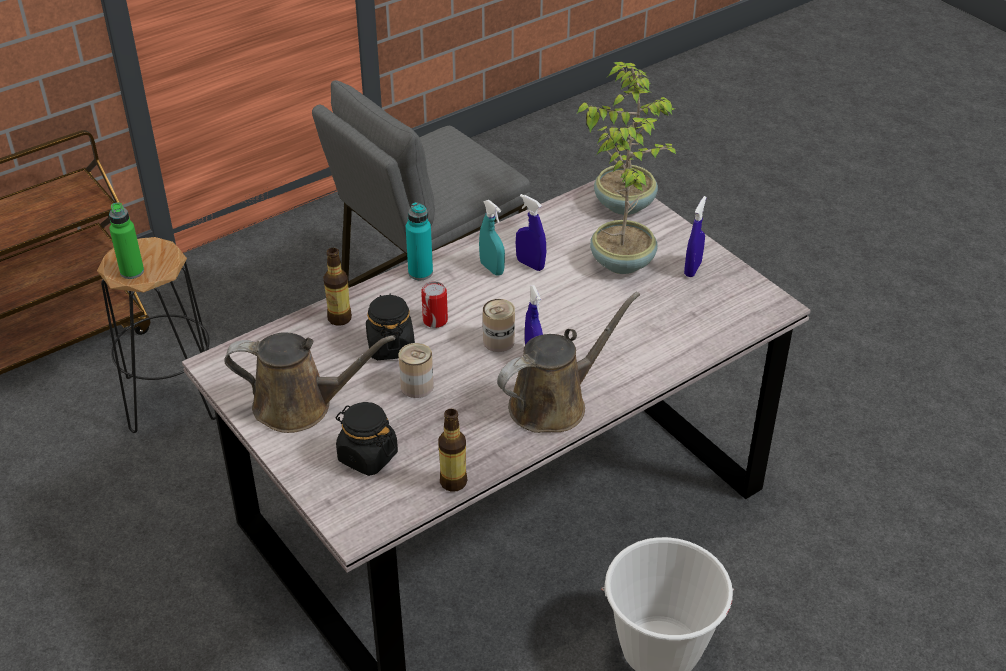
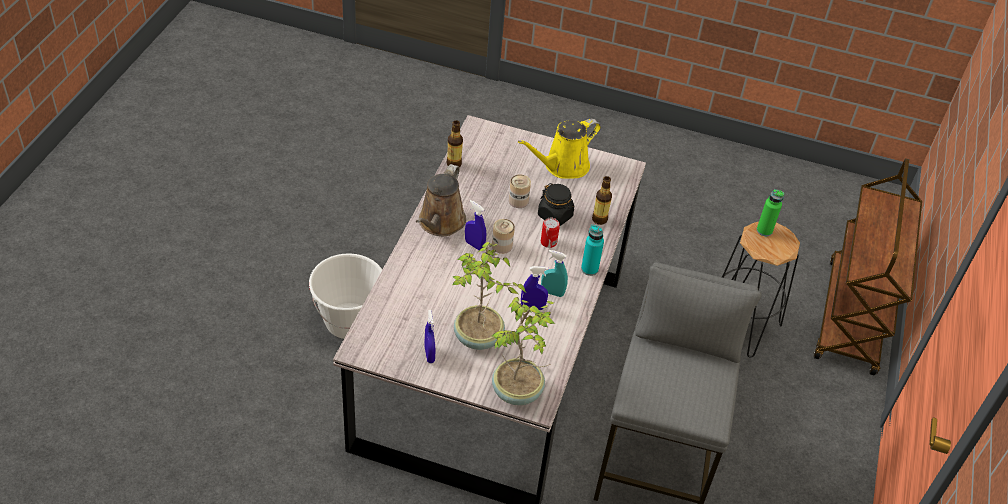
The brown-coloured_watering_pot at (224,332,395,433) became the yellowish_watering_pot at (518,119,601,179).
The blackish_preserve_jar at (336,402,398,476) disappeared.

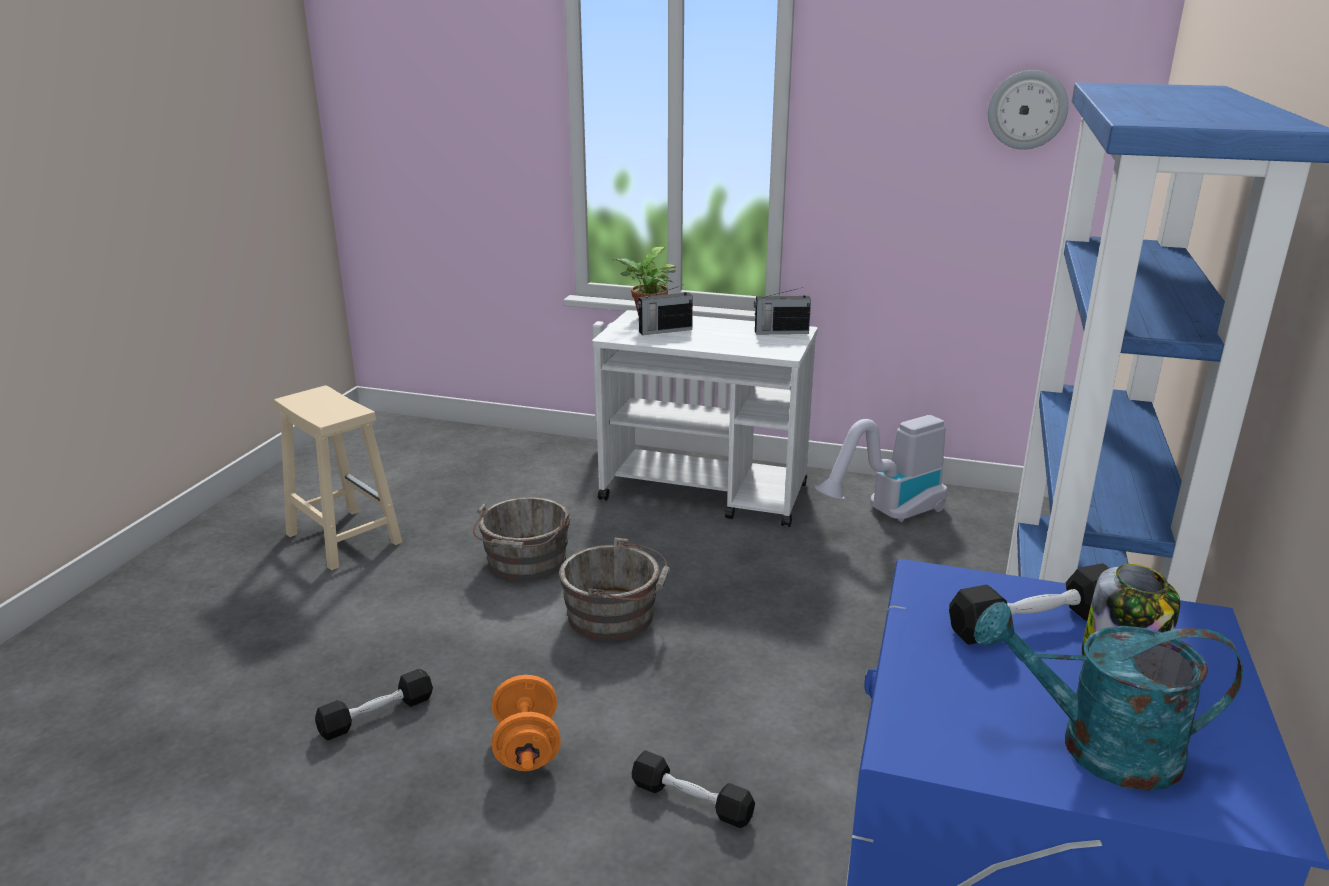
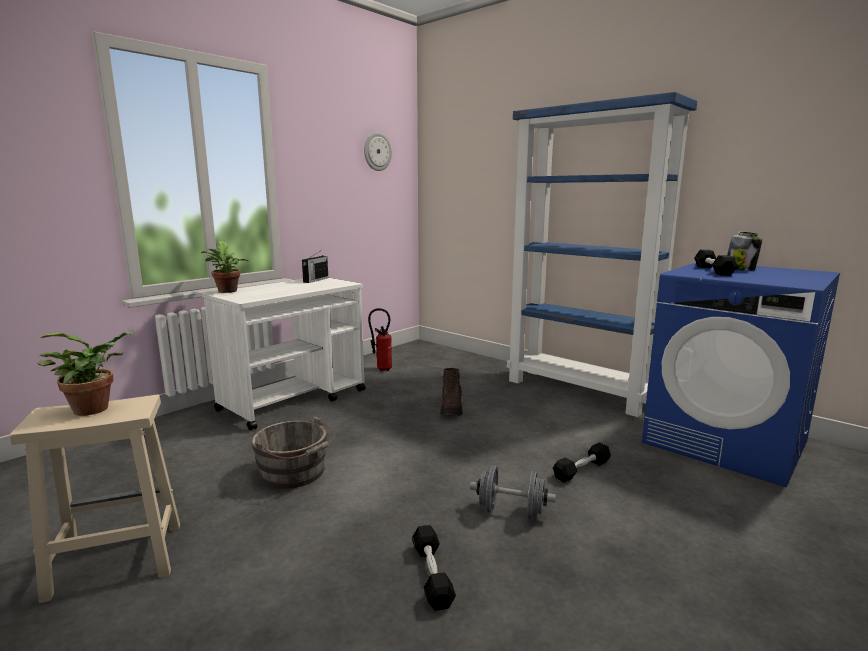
The orangey_hand_weight at (492,675,561,771) became the grey_hand_weight at (470,465,556,520).
The grey_bucket at (559,537,670,641) disappeared.
The radio at (637,284,693,335) disappeared.
The vacuum at (815,415,947,522) was replaced by the fire-fighting_cylinder at (368,308,392,371).
The turquoise_watering_pot at (974,602,1243,791) disappeared.
The houseplant at (37,331,133,416) appeared.
The brown-coloured_high-top_boot at (440,368,464,416) appeared.

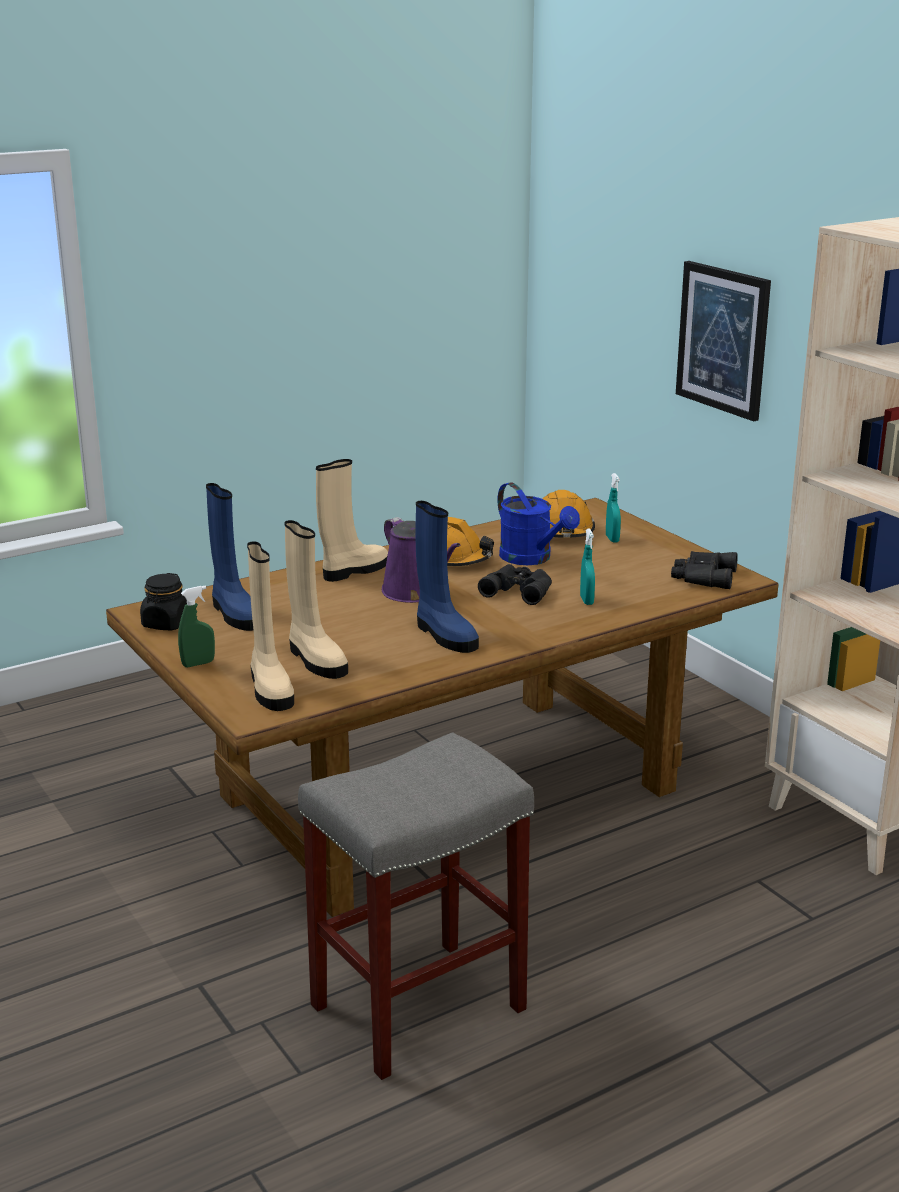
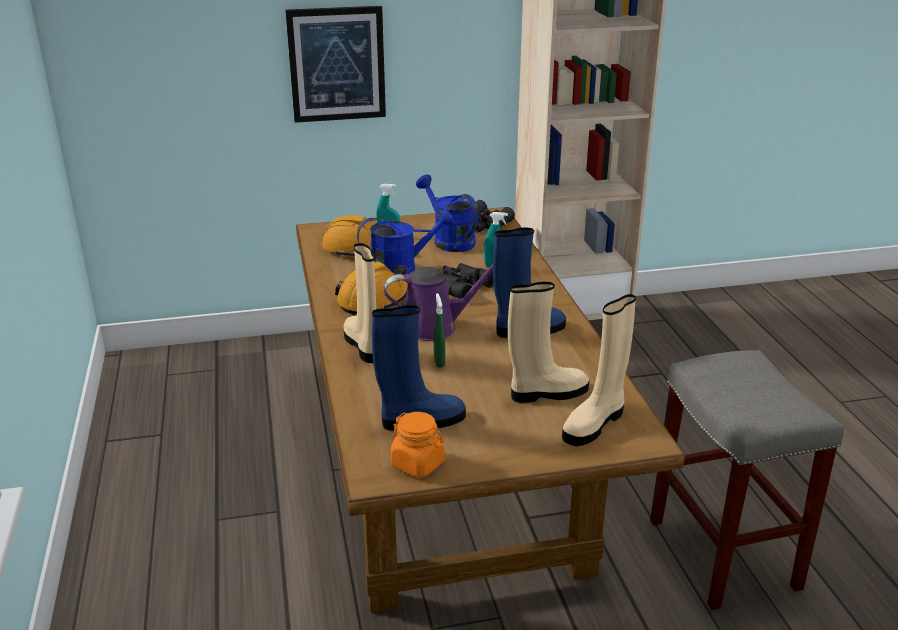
The blackish_preserve_jar at (140,573,187,630) became the orangey_preserve_jar at (391,412,445,478).
The greenish_spray_bottle moved from (178,586,215,667) to (433,293,445,368).
The beige_high-top_boot at (247,541,294,711) turned 135 degrees clockwise.
The bluish_watering_pot at (416,175,478,252) appeared.

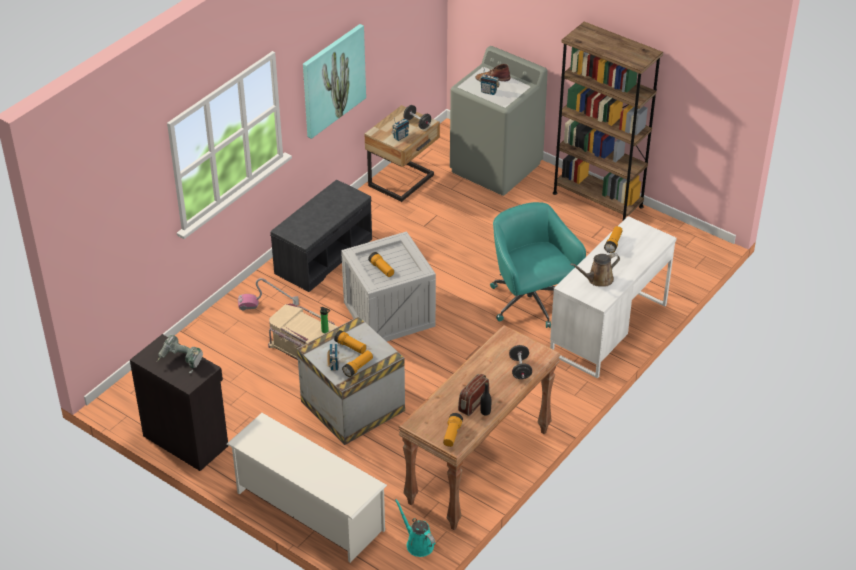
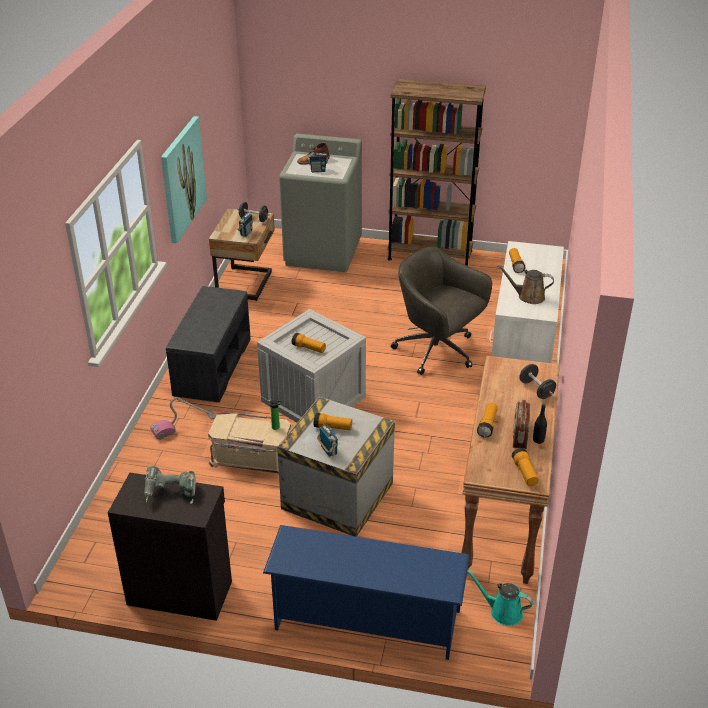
The whitish_shoe_stand at (227,413,387,563) became the bluish_shoe_stand at (263,525,470,660).
The torch moved from (342,350,373,377) to (477,403,497,438).
The turquoise_desk_chair at (490,202,586,328) became the grey_desk_chair at (391,247,492,375).
The brown-coloured_watering_pot at (570,253,620,287) turned 60 degrees clockwise.

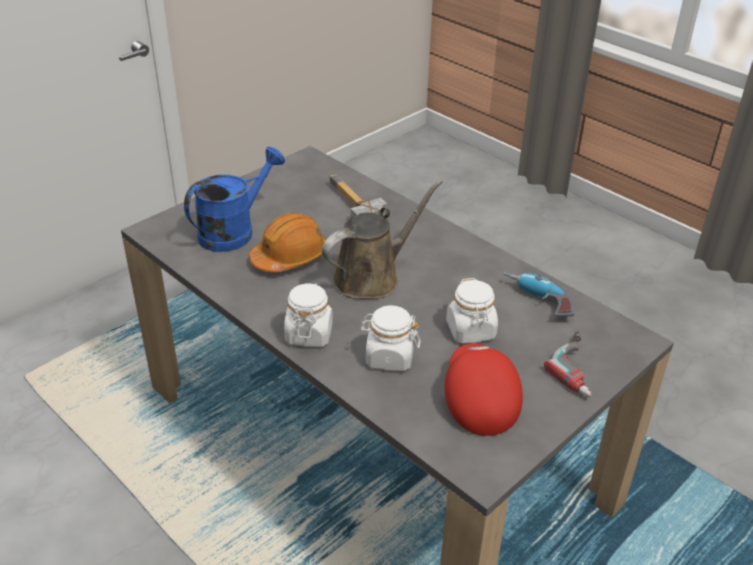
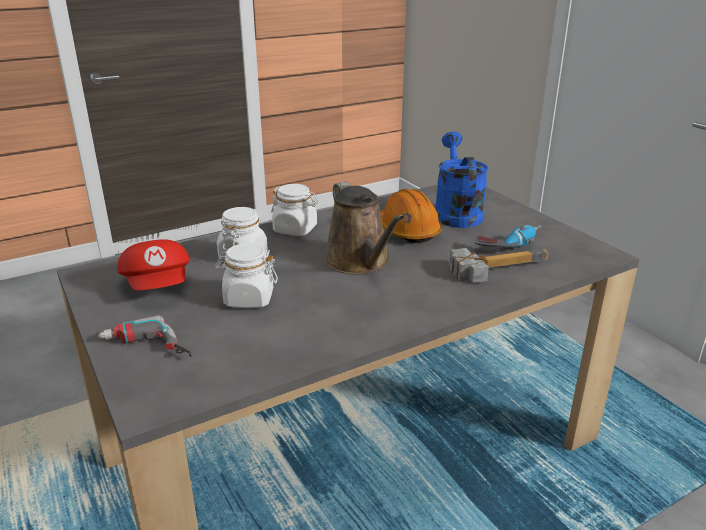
The bluish_watering_pot at (184,147,285,252) turned 150 degrees counterclockwise.
The red-coloured_peaked_cap at (445,344,523,436) turned 60 degrees clockwise.
The electric_drill moved from (503,272,575,317) to (475,225,541,248).

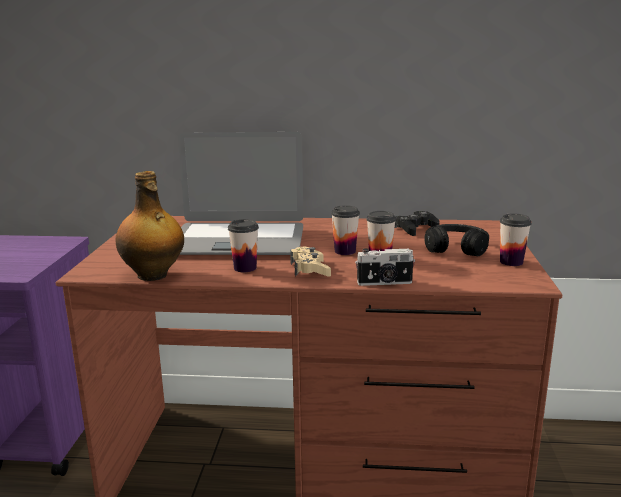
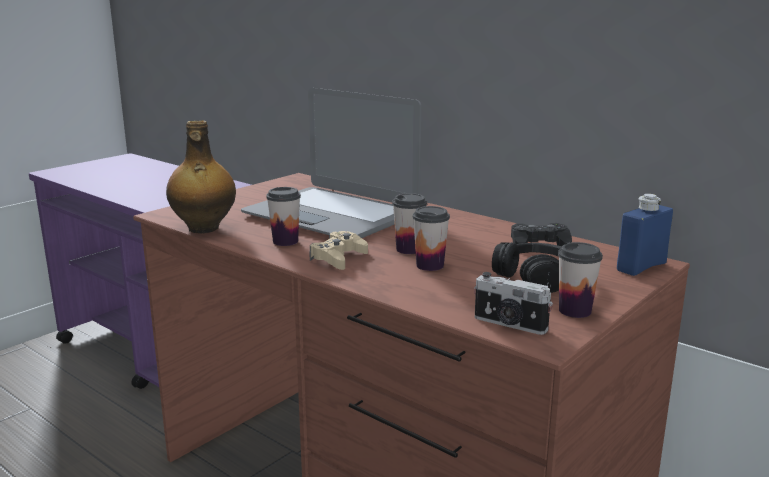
The still_camera moved from (355,249,415,286) to (474,272,553,335).
The bluish_beverage_bottle at (617,194,673,276) appeared.

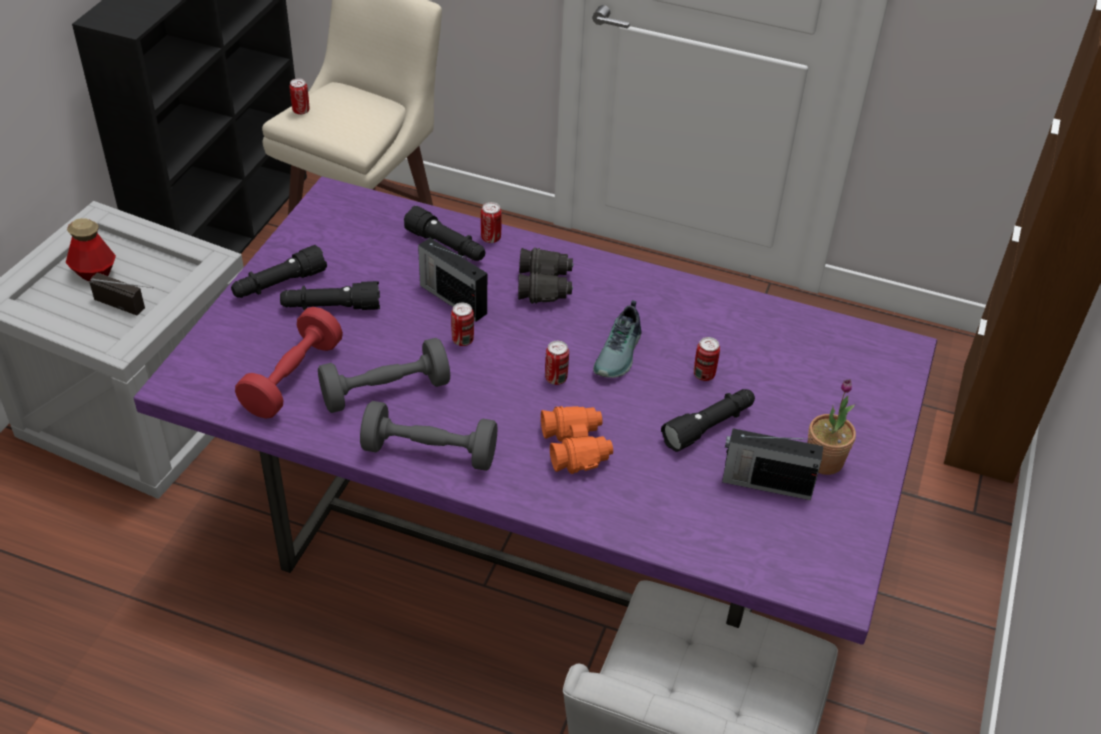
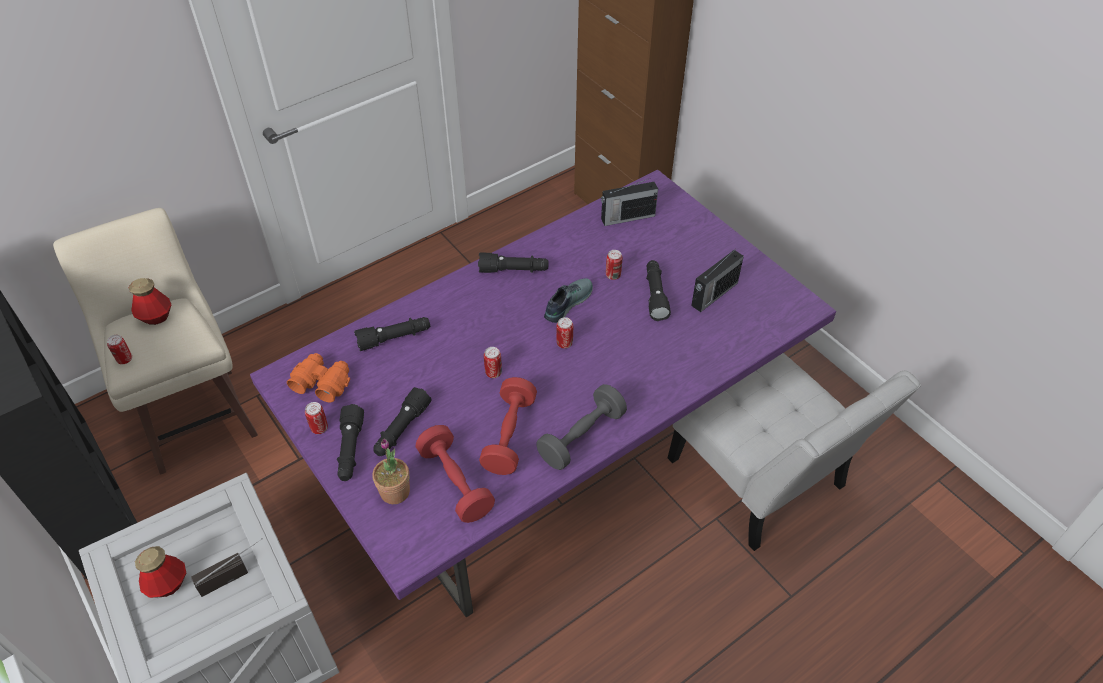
The grey_hand_weight at (318,338,450,413) became the red-coloured_hand_weight at (479,377,537,475).
The radio moved from (418,238,487,322) to (601,178,658,226).
The sealed_can moved from (481,202,502,243) to (305,402,328,434).
The blackish_binoculars at (518,247,574,304) disappeared.
The orangey_binoculars moved from (541,406,613,474) to (287,353,350,403).
The low_shoe at (593,300,641,378) turned 105 degrees counterclockwise.
The houseplant moved from (808,379,856,475) to (372,439,410,504).
The beverage_bottle at (129,278,171,325) appeared.
The blackish_torch at (478,252,549,273) appeared.

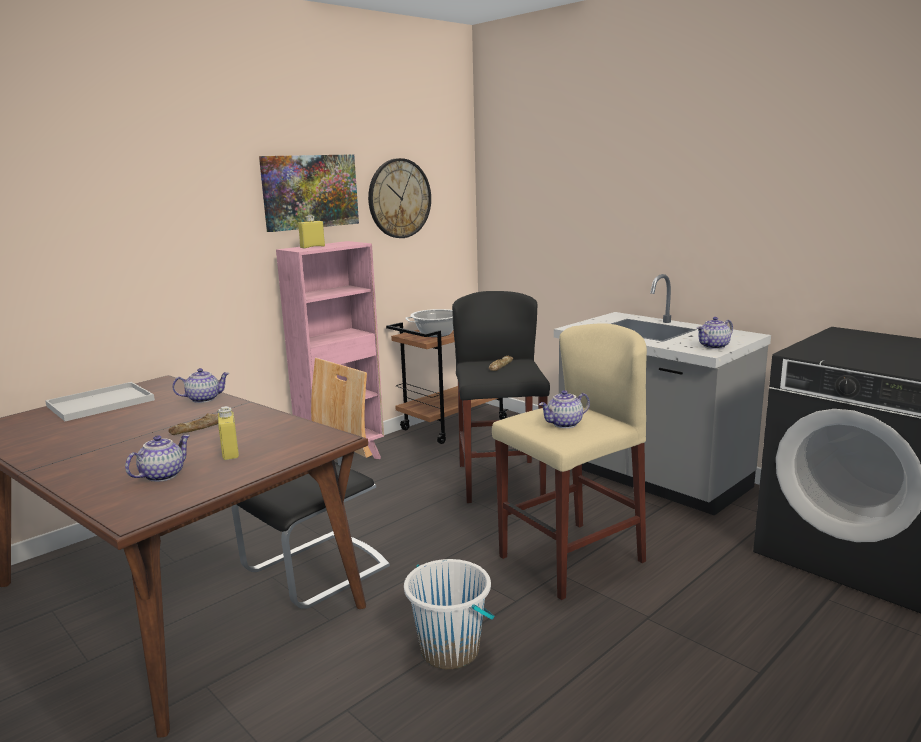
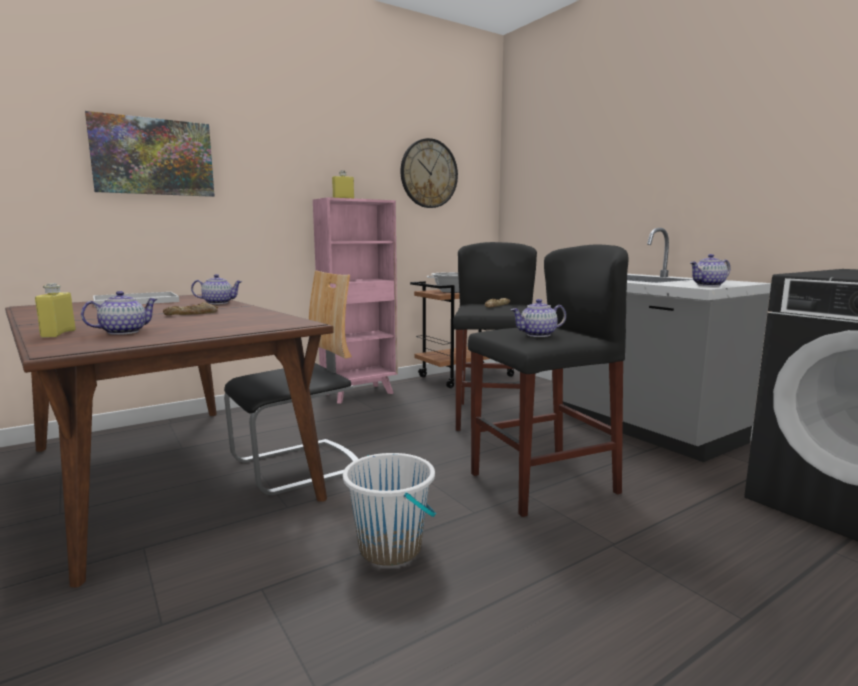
The yellowish_beverage_bottle moved from (217,406,239,460) to (35,283,76,338).
The wall_art moved from (259,154,359,232) to (85,111,214,197).
The beige_stool_seat at (492,323,647,600) became the blackish_stool_seat at (468,244,628,517).

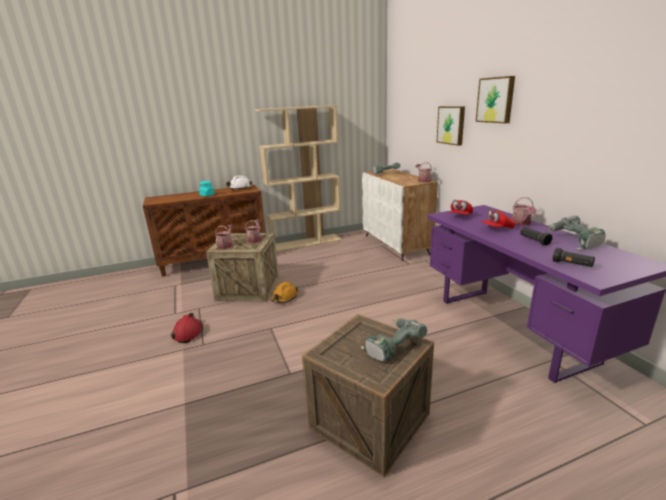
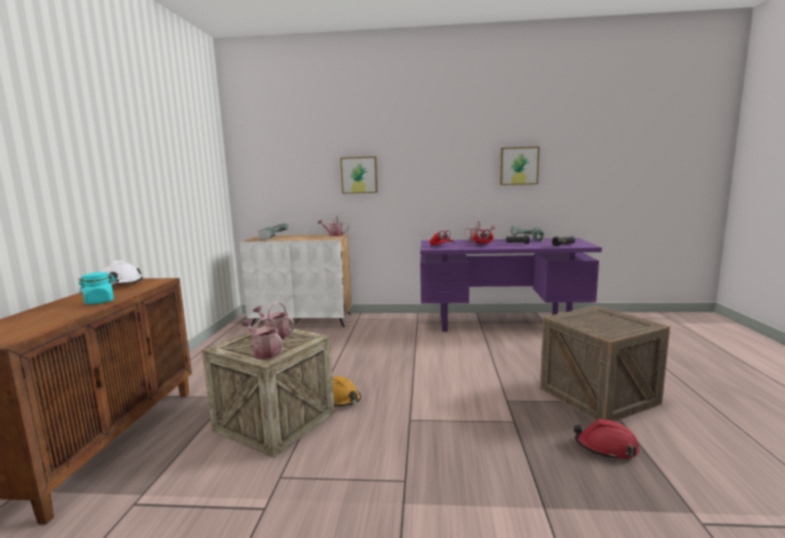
The red-coloured_work_helmet moved from (171,313,203,343) to (574,419,639,460).
The beige_bookshelf at (255,105,342,252) disappeared.
The electric_drill at (361,318,427,362) disappeared.
The wall_art moved from (476,76,515,123) to (500,147,539,185).

